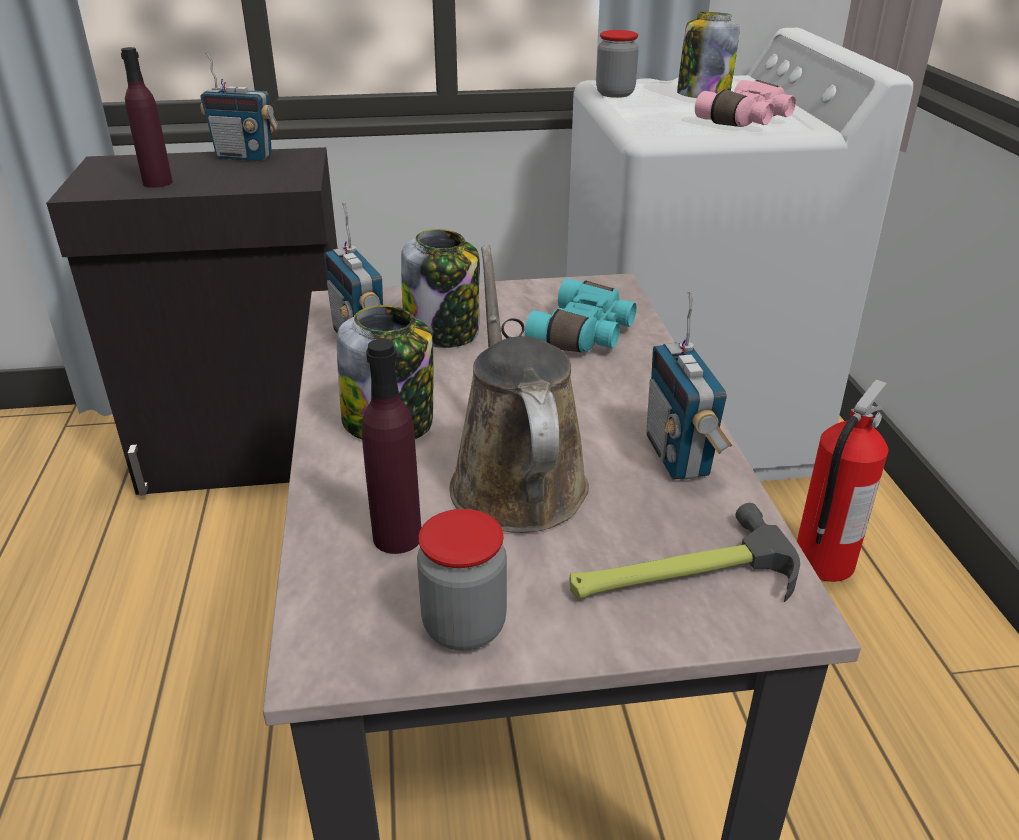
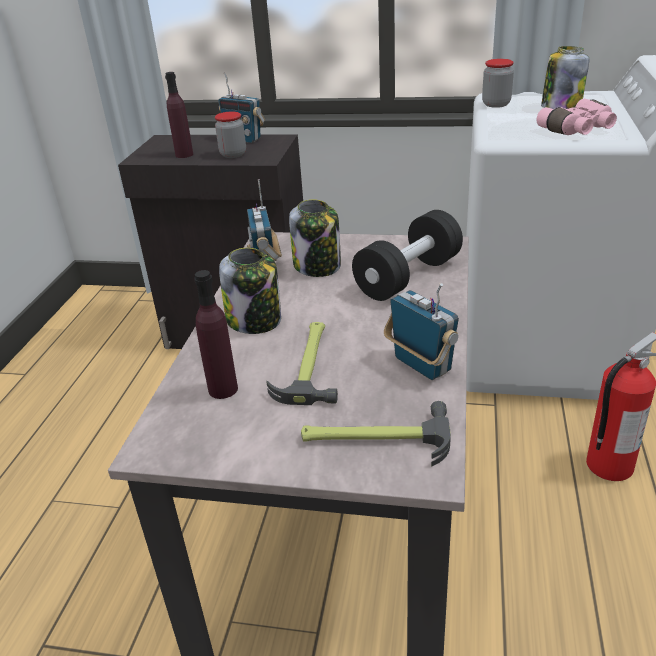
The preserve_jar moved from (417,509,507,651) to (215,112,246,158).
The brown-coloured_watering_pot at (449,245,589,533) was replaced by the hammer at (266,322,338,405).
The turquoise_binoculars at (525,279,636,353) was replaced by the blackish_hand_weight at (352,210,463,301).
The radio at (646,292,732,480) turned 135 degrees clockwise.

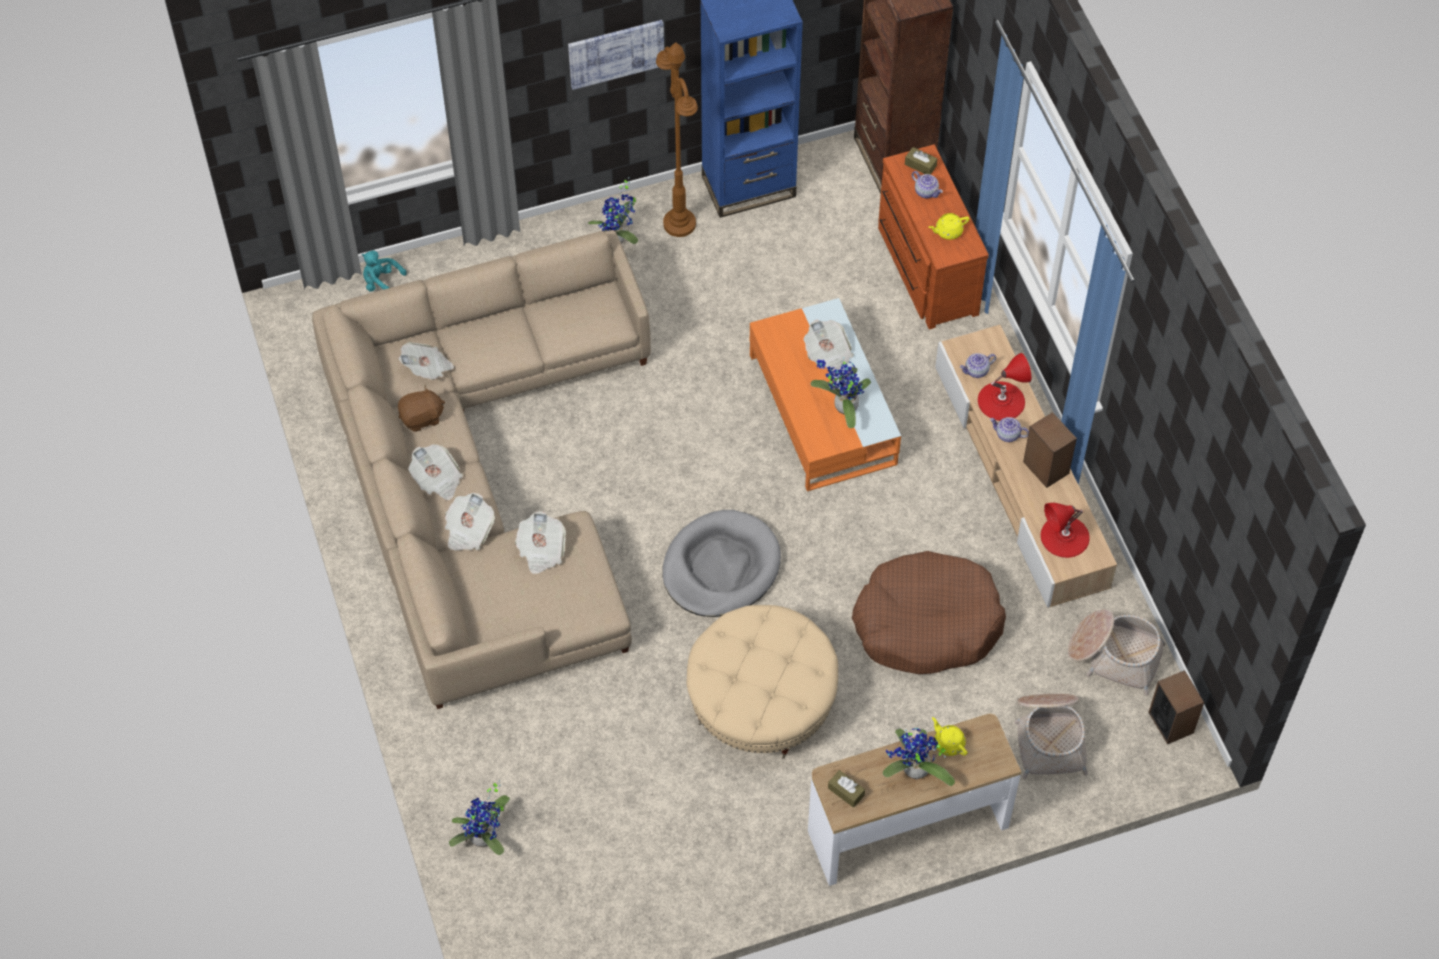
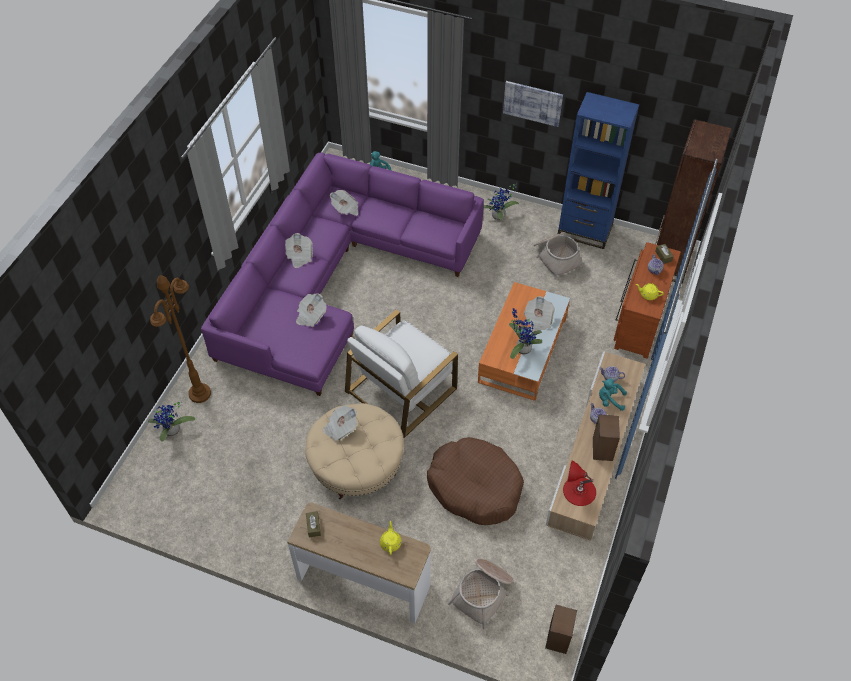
The beige_sofa at (312,230,651,709) became the purplish_sofa at (201,152,484,396).
The brown-coloured_soft_toy at (398,385,445,432) disappeared.
The printed_paper moved from (445,493,495,550) to (323,405,357,442).
The brown-coloured_standard_lamp moved from (656,42,698,237) to (150,275,211,403).
The grey_dog_cushion at (662,510,781,617) was replaced by the whitish_easy_chair at (345,310,458,438).
The houseplant at (883,728,955,786) disappeared.
The red-coloured_lamp_for_a_table at (978,353,1031,421) was replaced by the turquoise_soft_toy at (599,379,627,411).
The household_basket moved from (1068,609,1165,696) to (534,232,584,280).

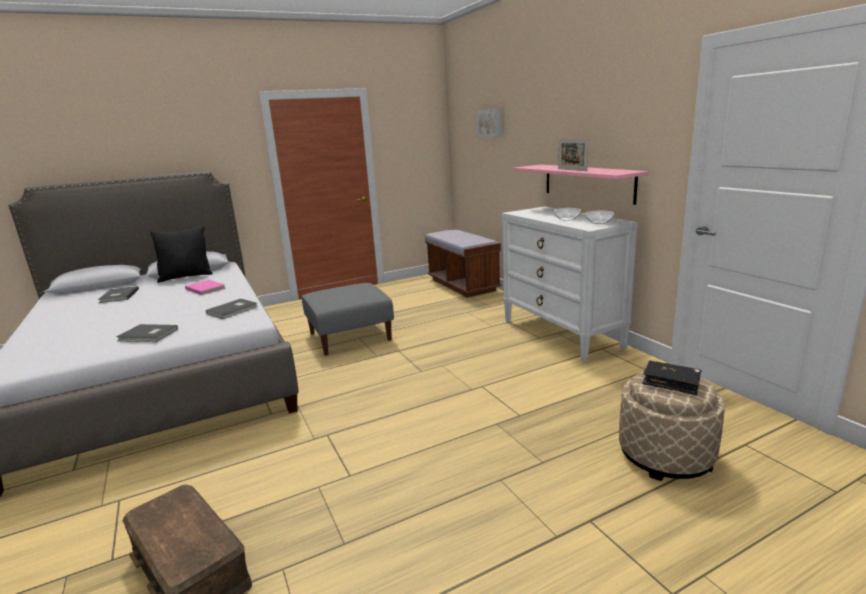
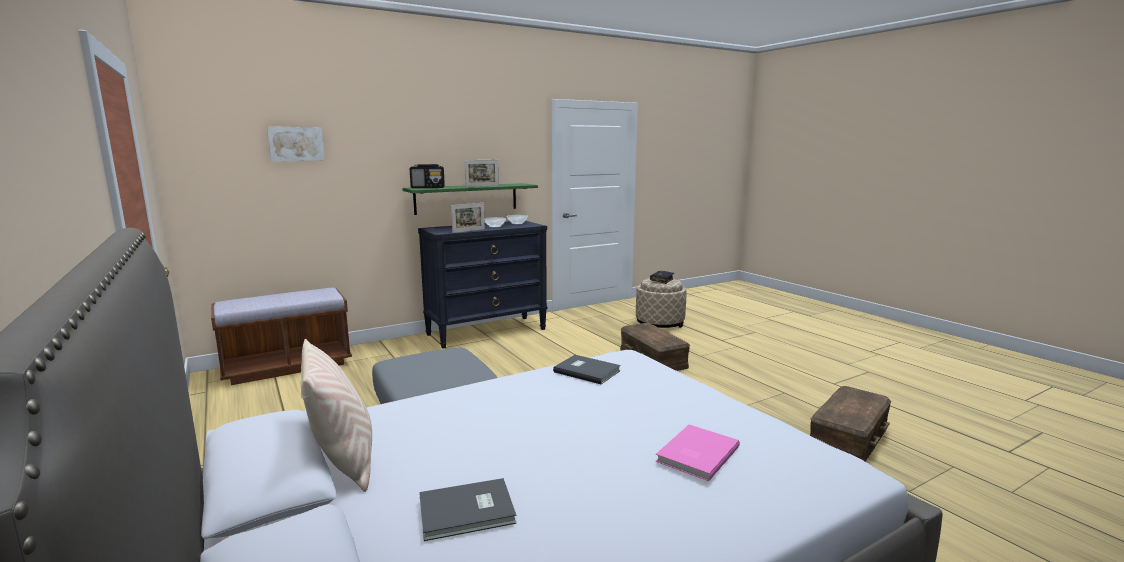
The grey_volume at (116,324,178,342) disappeared.
The blackish_cushion at (150,226,213,283) became the beige_cushion at (300,339,372,492).
The pink_volume moved from (185,280,225,295) to (655,425,740,481).
The whitish_drawer_chest at (501,207,638,362) became the blackish_drawer_chest at (418,221,547,349).
The pink_bracket_shelf at (514,165,649,205) became the greenish_bracket_shelf at (402,183,538,215).
The radio at (410,164,445,188) appeared.
The picture_frame at (451,203,485,233) appeared.
The brown-coloured_storage_bin at (620,323,690,371) appeared.

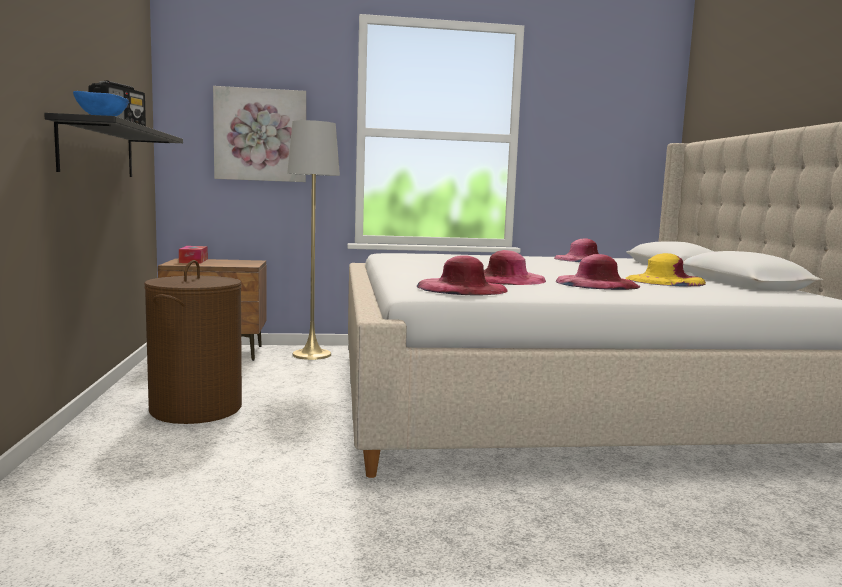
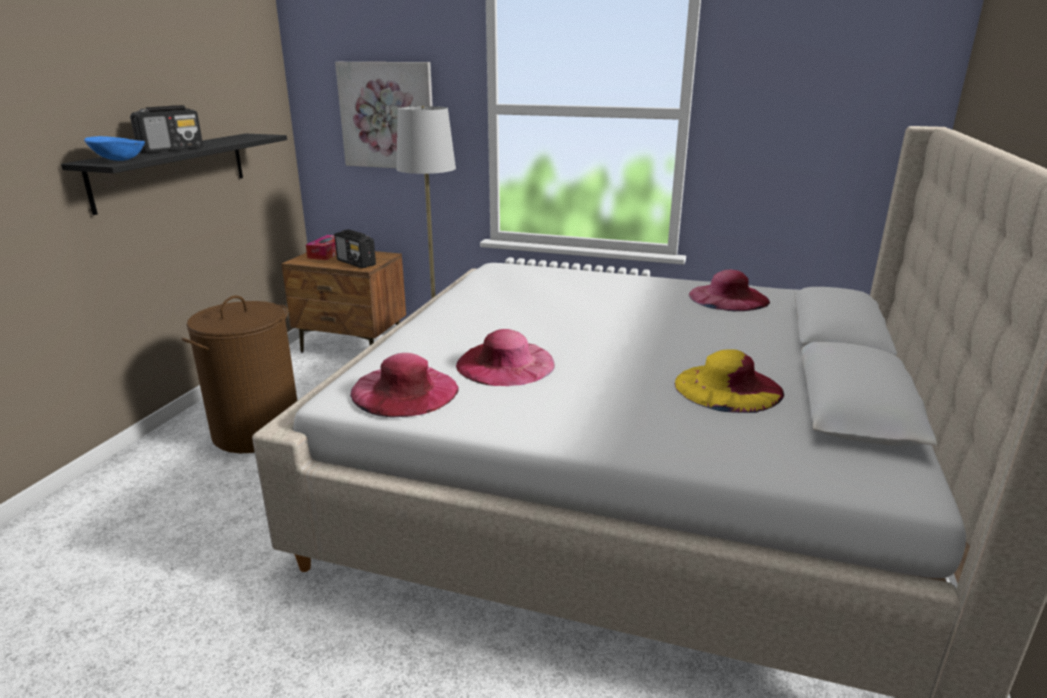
The pink_hat at (556,254,640,290) disappeared.
The radio at (334,230,376,268) appeared.

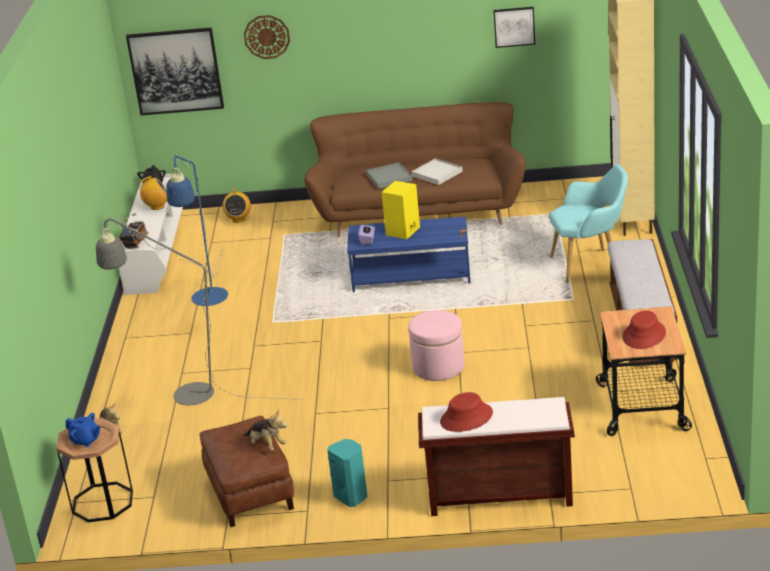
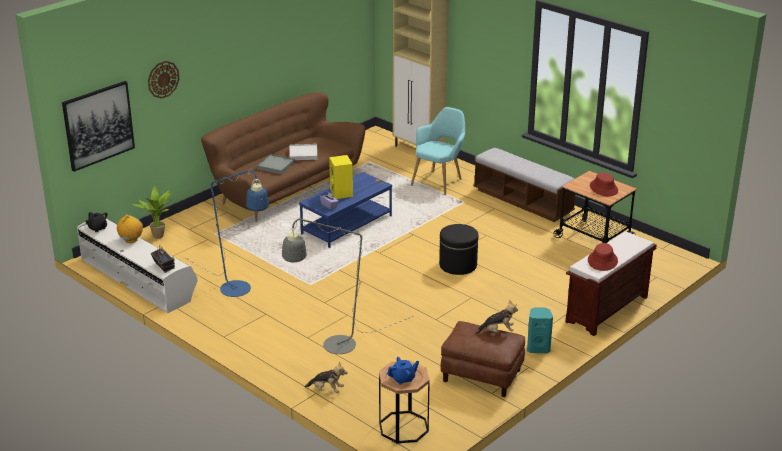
The radio at (222,188,251,223) was replaced by the houseplant at (133,186,173,239).
The pink_ottoman at (408,310,464,381) became the blackish_ottoman at (439,224,479,275).
The wall_art at (493,7,535,48) disappeared.

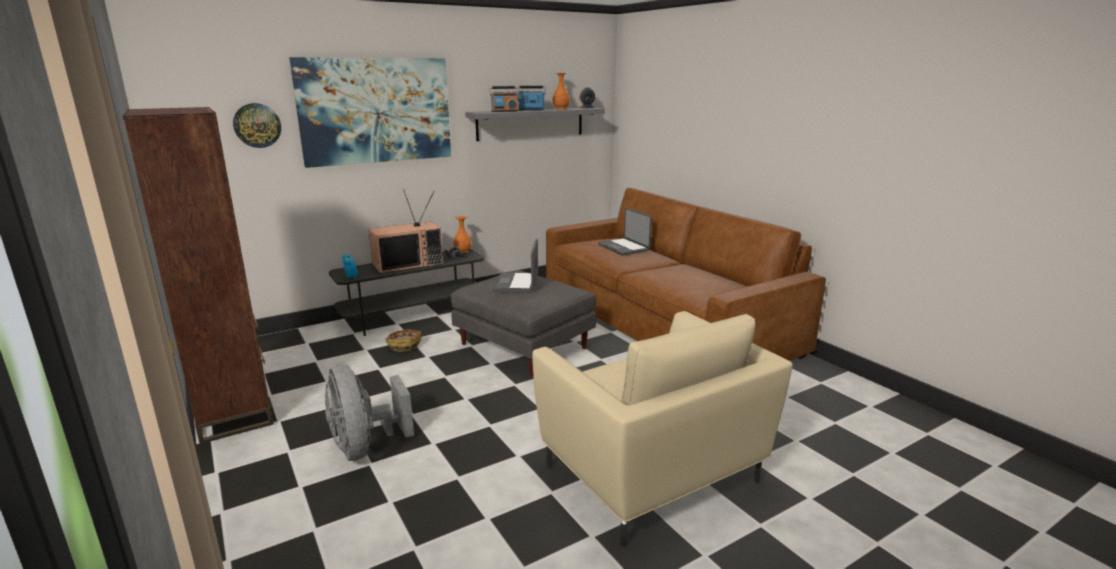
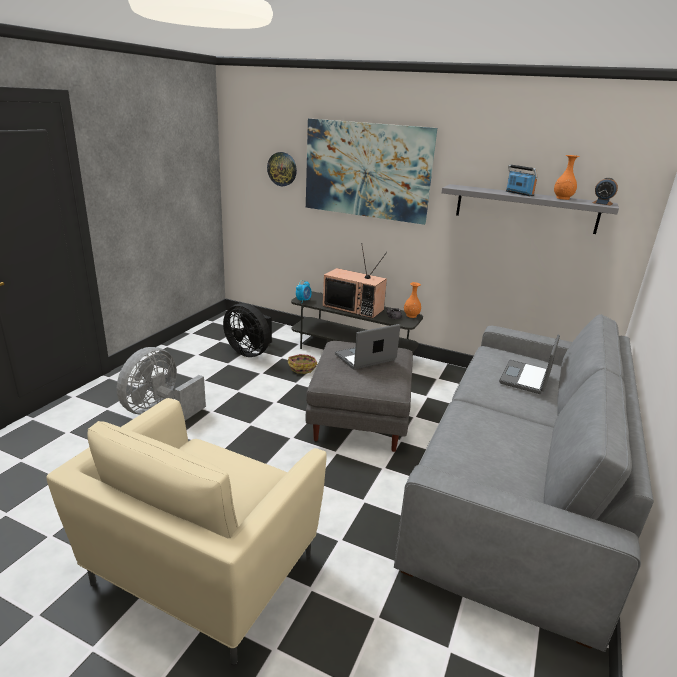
The brown-coloured_bookshelf at (123,107,274,444) disappeared.
The radio at (489,86,519,112) disappeared.
The brown-coloured_sofa at (546,188,826,361) became the grey_sofa at (394,314,654,652).
The blackish_cooling_fan at (223,303,272,357) appeared.

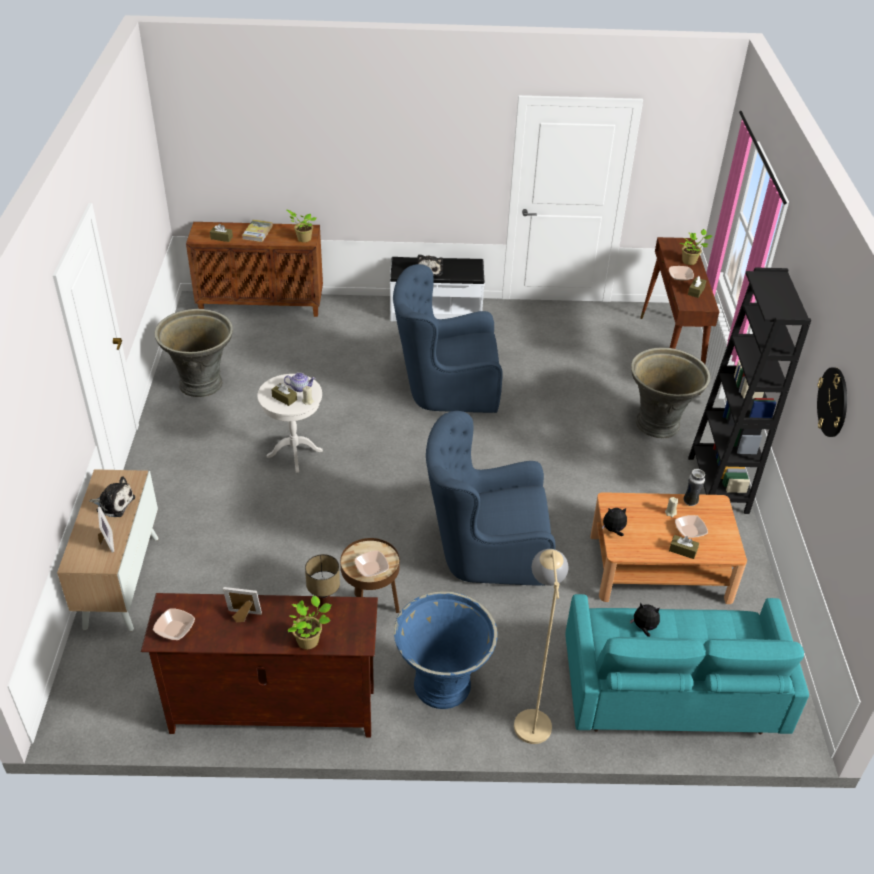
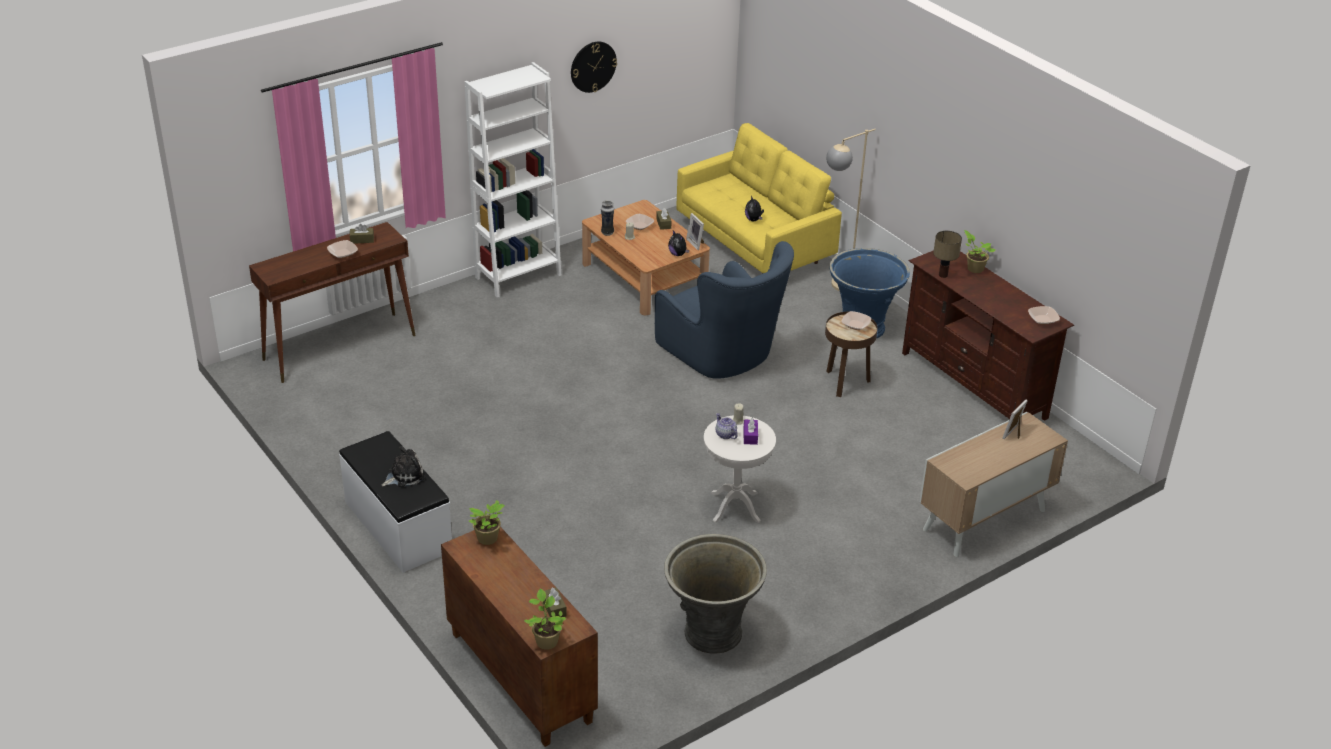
The soft_toy at (89,476,135,517) disappeared.
The picture_frame moved from (223,587,262,622) to (686,213,704,250).
The volume at (242,220,273,242) disappeared.
The brown-coloured_tissue_holder at (271,383,297,406) became the purplish_tissue_holder at (744,418,758,445).
The bluish_easy_chair at (393,264,503,413) disappeared.
The turquoise_sofa at (565,594,809,734) became the yellowish_sofa at (677,123,842,274).
The grey_planter at (631,348,710,438) disappeared.
The houseplant moved from (680,229,712,265) to (524,589,566,650).
The blackish_bookshelf at (688,268,811,514) became the whitish_bookshelf at (465,62,561,298).

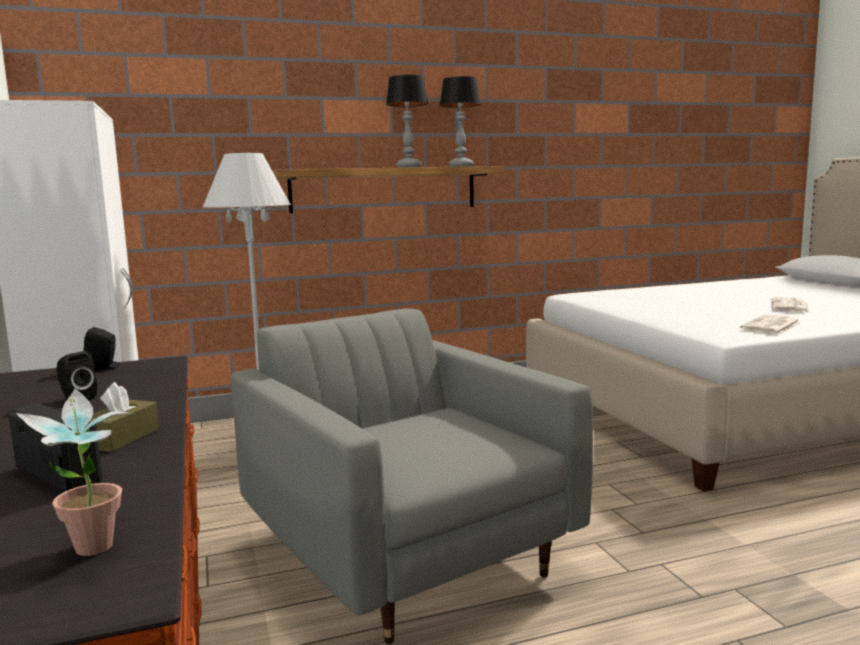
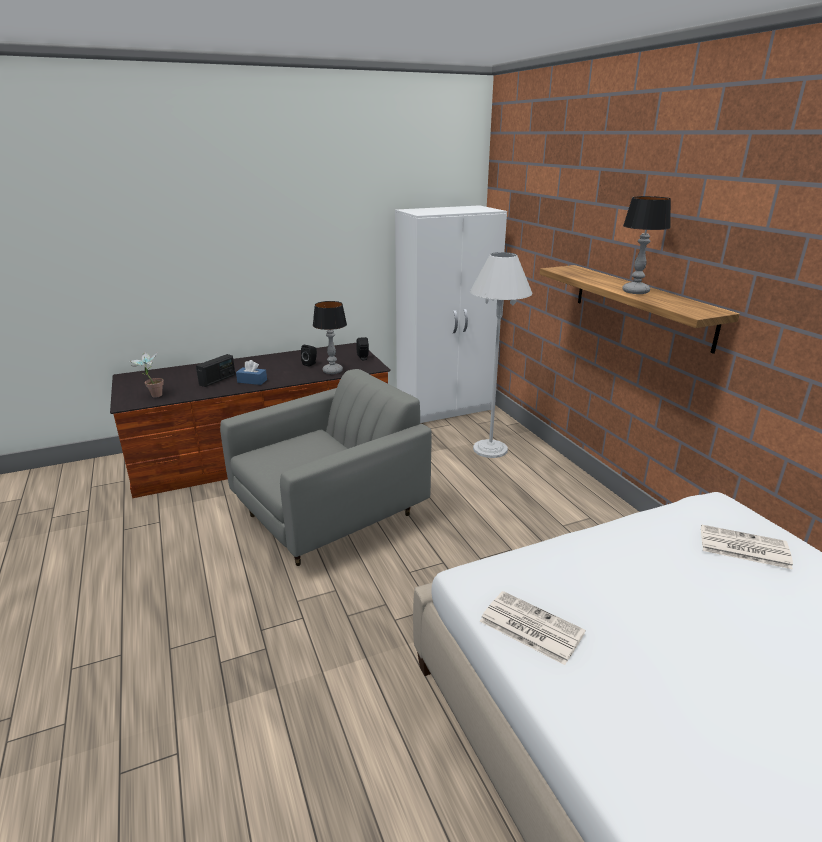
The brown-coloured_tissue_holder at (90,382,159,452) became the bluish_tissue_holder at (236,360,267,385).
The lamp_for_a_table moved from (440,76,481,167) to (313,301,347,374).
The printed_paper moved from (772,297,810,312) to (701,524,793,569).

